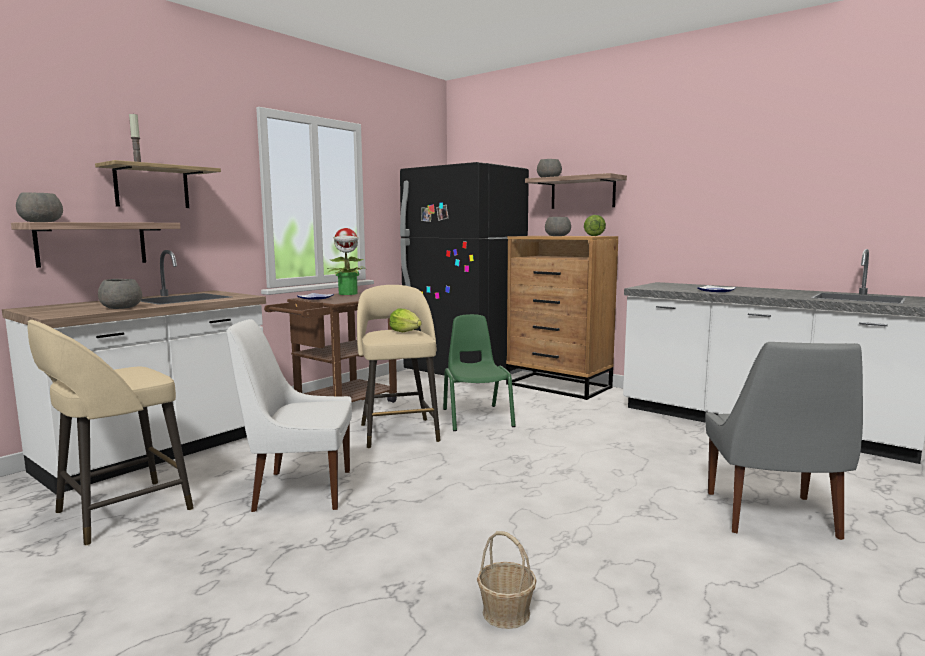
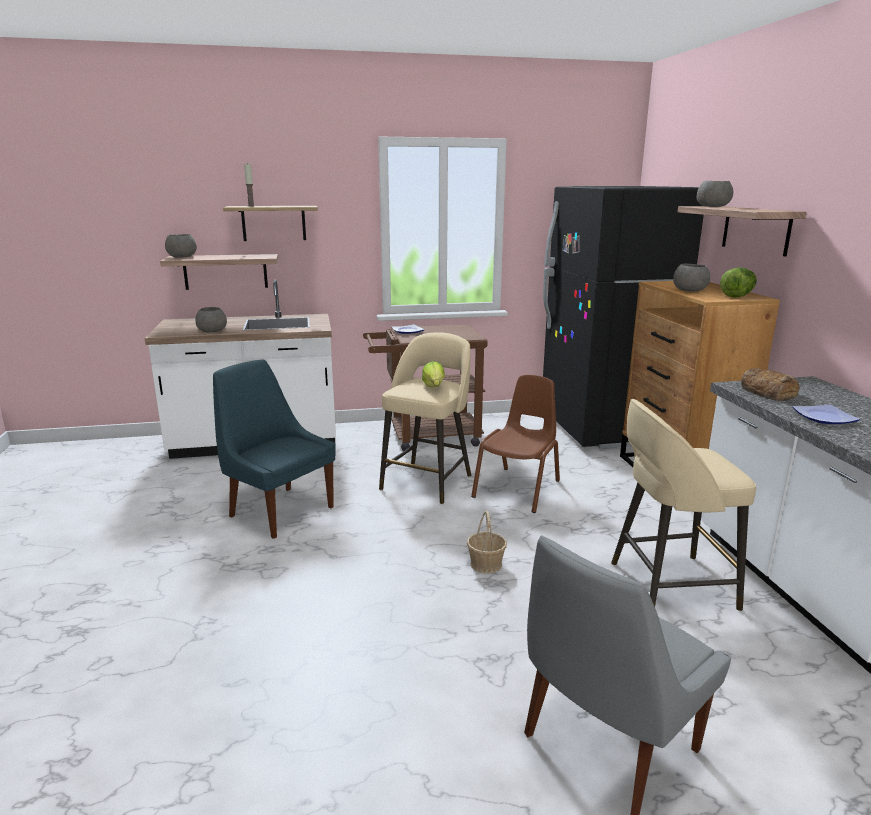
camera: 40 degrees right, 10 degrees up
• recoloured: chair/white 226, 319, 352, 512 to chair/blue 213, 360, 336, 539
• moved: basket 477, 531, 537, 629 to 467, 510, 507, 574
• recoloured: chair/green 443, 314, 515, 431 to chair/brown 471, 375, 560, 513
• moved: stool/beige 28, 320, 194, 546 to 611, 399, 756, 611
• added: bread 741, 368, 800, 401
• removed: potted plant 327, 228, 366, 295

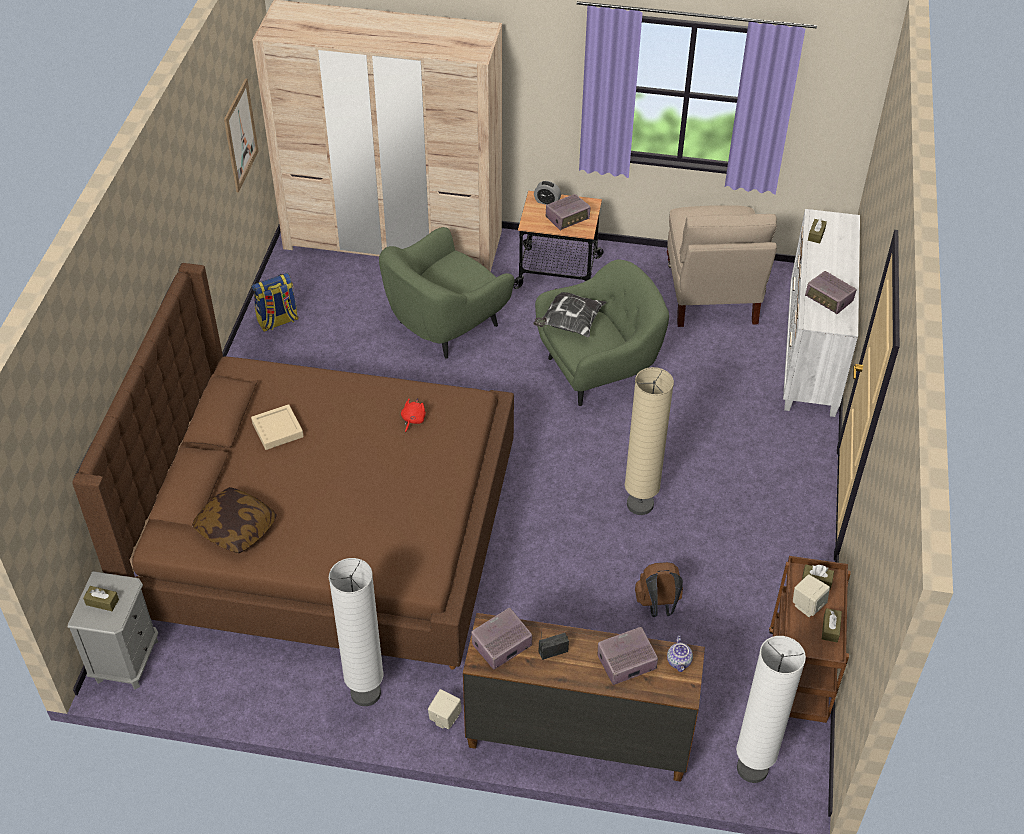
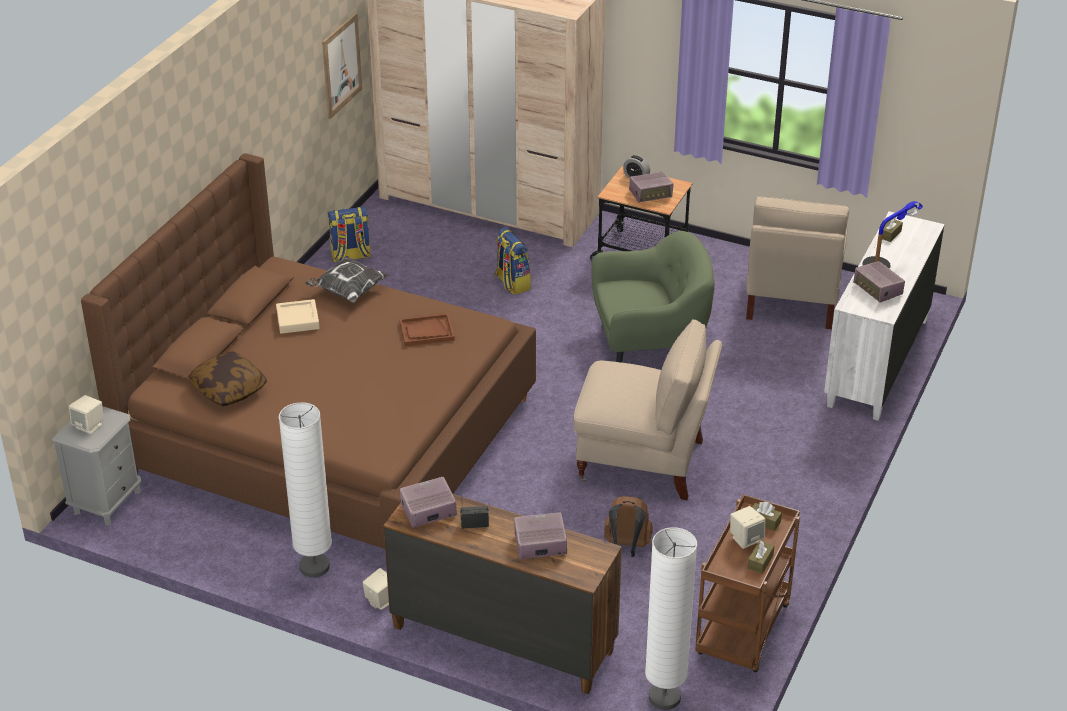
camera: 15 degrees right, 10 degrees down
• replaced: tissue box/brown 83, 586, 119, 611 to speaker/beige 69, 395, 104, 434
• moved: pillow 533, 288, 606, 337 to 305, 255, 390, 303
• replaced: plush toy/red 401, 398, 426, 433 to tray/brown 399, 313, 455, 346
• replaced: armchair/green 379, 227, 514, 358 to backpack 494, 227, 531, 295
• replaced: floor lamp/beige 625, 367, 674, 515 to chair/beige 574, 319, 722, 500
• added: table lamp 862, 201, 923, 269
• removed: teapot 667, 635, 693, 672

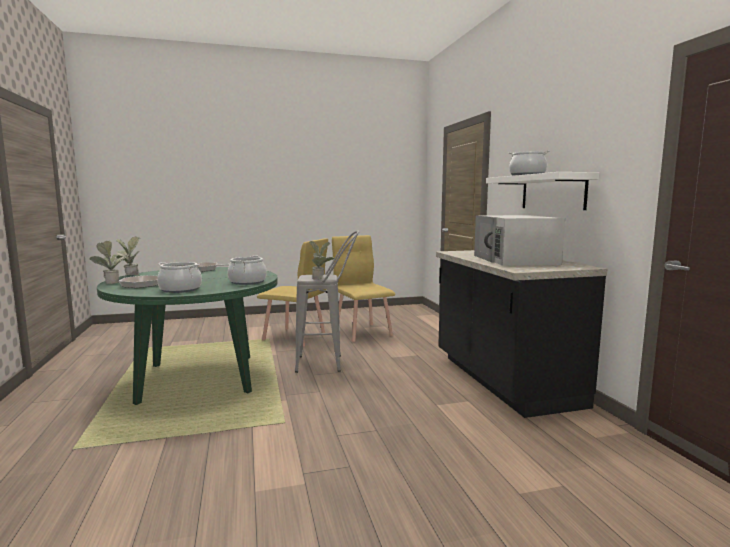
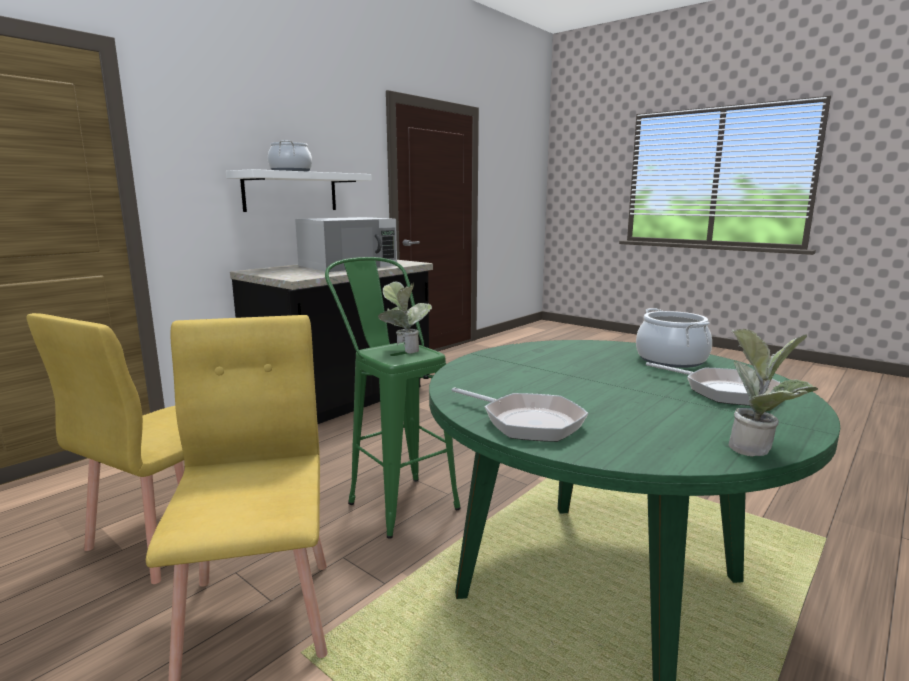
camera: 125 degrees left, 5 degrees up
• recoloured: stool/grey 295, 230, 359, 373 to stool/green 325, 257, 461, 539
• removed: potted plant 90, 240, 129, 284
• removed: cooking pot 228, 255, 267, 285

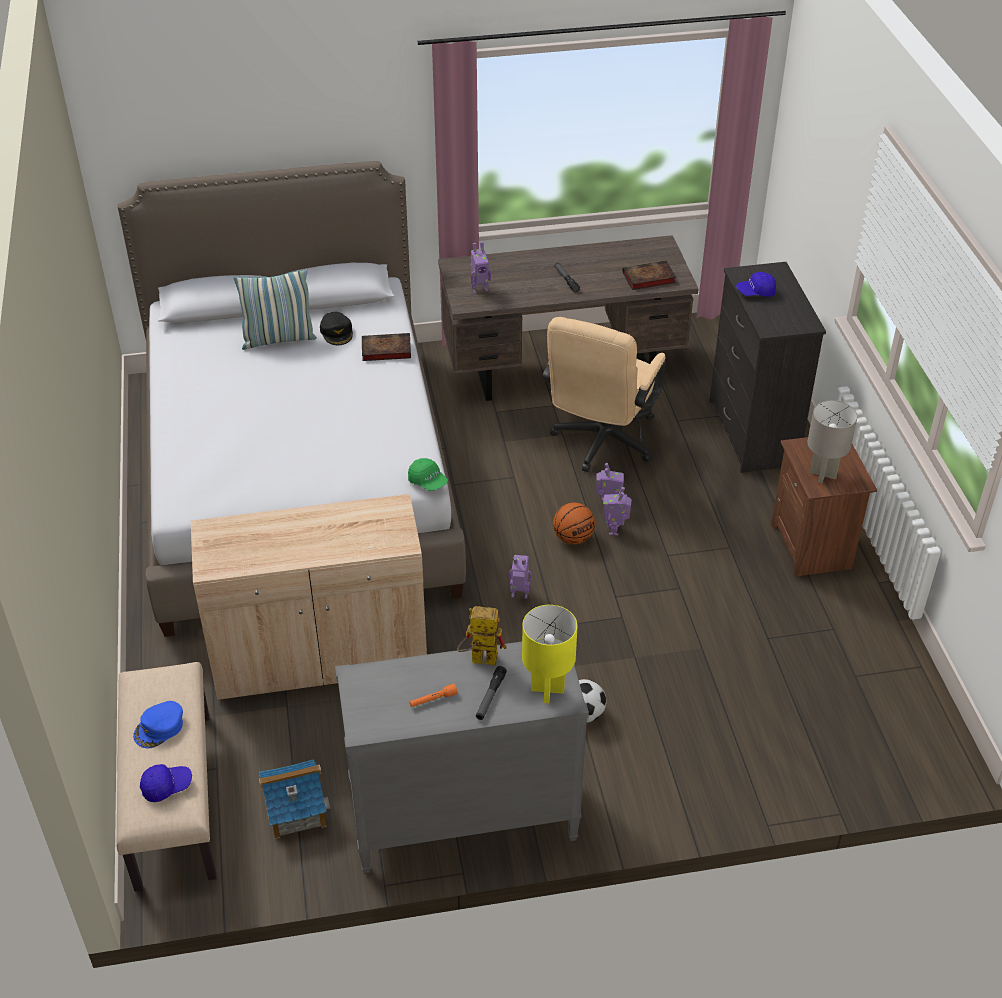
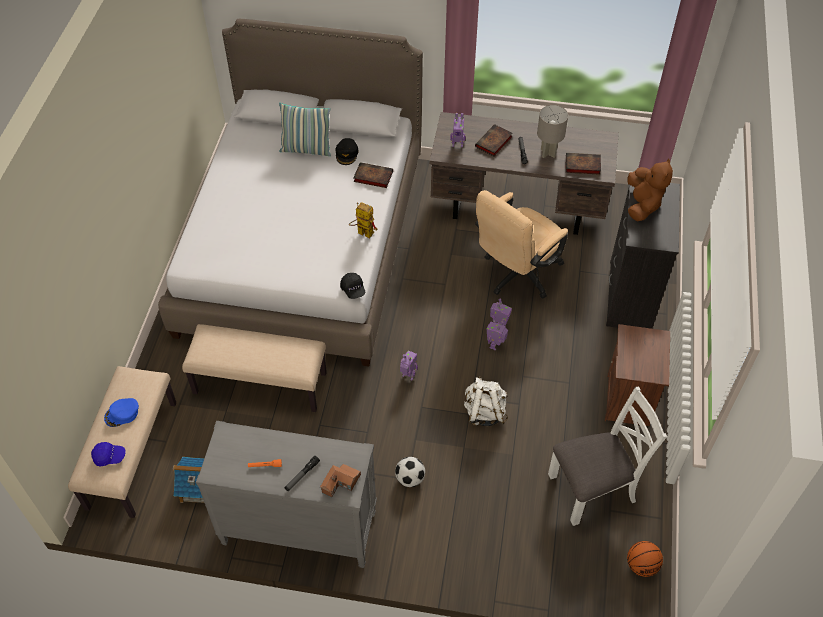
camera: 20 degrees right, 10 degrees up
• replaced: cabinet/beige 191, 494, 427, 700 to bench/beige 182, 324, 327, 412
• replaced: table lamp/yellow 522, 605, 577, 703 to toy house 320, 464, 361, 497
• recoloured: cap/green 408, 458, 448, 491 to cap/black 340, 273, 366, 299
• moved: toy robot 457, 606, 506, 666 to 349, 202, 377, 238
• added: backpack/white 464, 376, 508, 426
• added: book 475, 124, 513, 156
• moved: table lamp/grey 807, 400, 858, 483 to 537, 105, 568, 158
• added: chair/white 548, 387, 667, 526
• replaced: cap/blue 736, 272, 776, 297 to plush toy/brown 627, 159, 673, 221
• moved: basketball 553, 502, 595, 544 to 627, 541, 663, 577

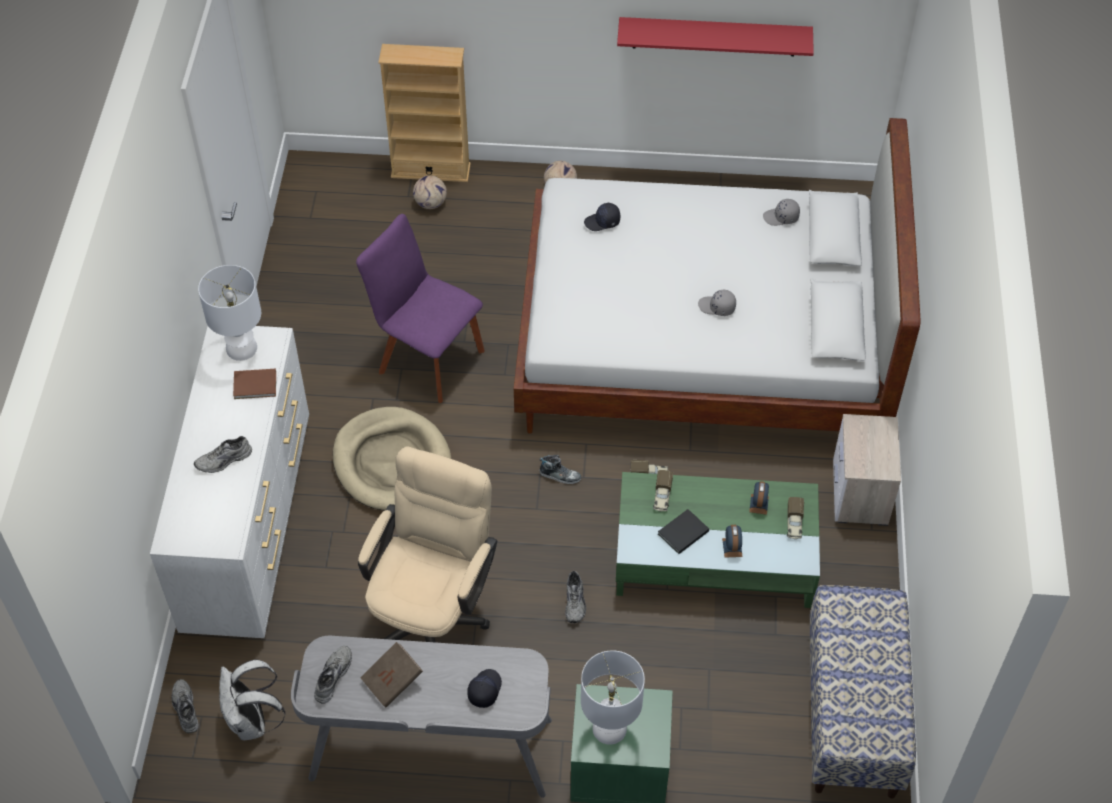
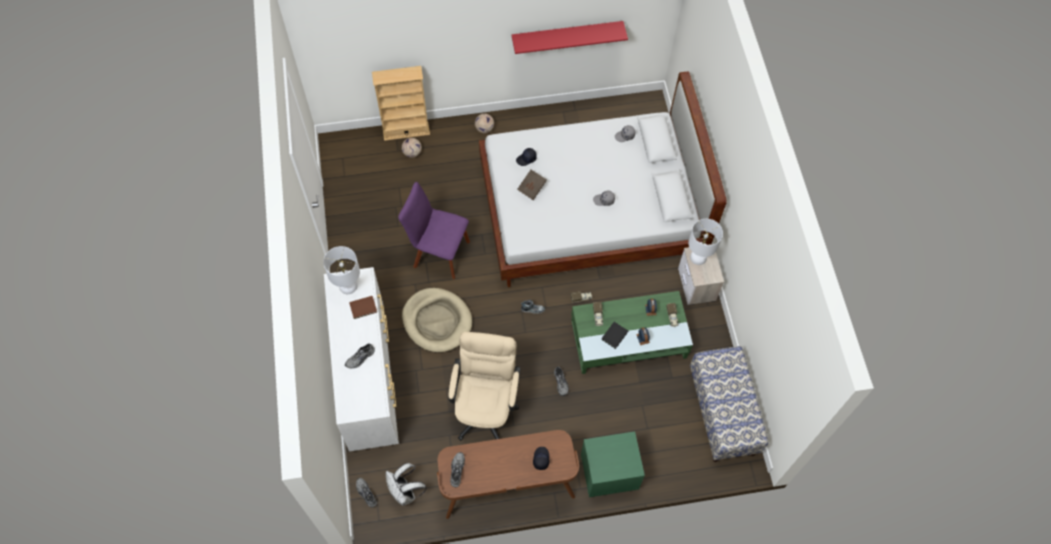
camera: 15 degrees left, 10 degrees up
• recoloured: desk/grey 291, 636, 552, 798 to desk/brown 437, 430, 579, 519
• moved: book/brown 360, 642, 423, 708 to 517, 170, 547, 200
• moved: table lamp/white 581, 650, 645, 745 to 688, 219, 723, 265

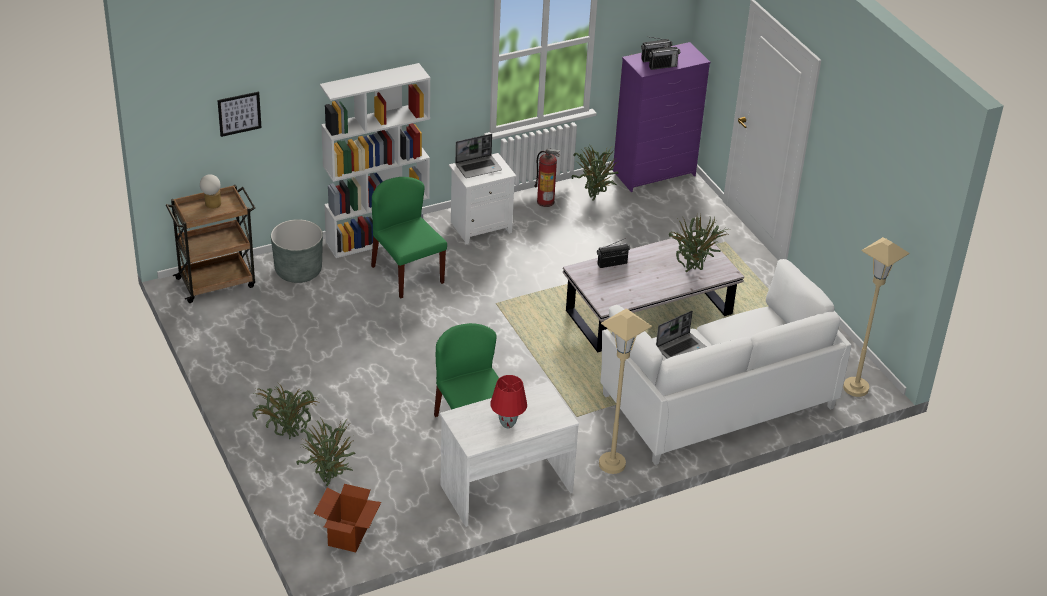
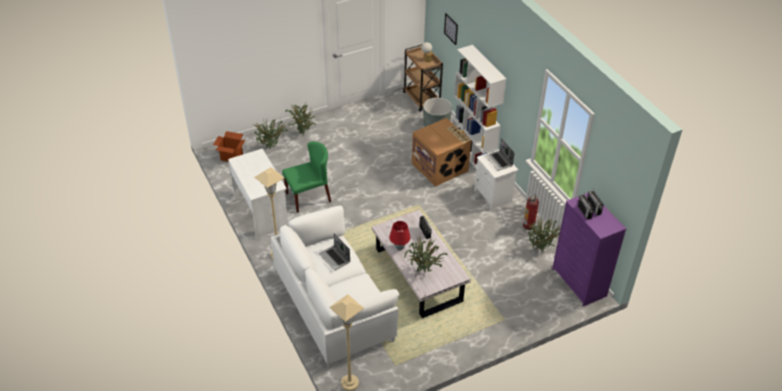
camera: 90 degrees right, 5 degrees up
• moved: table lamp/red 490, 375, 527, 428 to 389, 221, 410, 251
• replaced: chair/green 371, 177, 447, 299 to cardboard box 412, 118, 471, 187

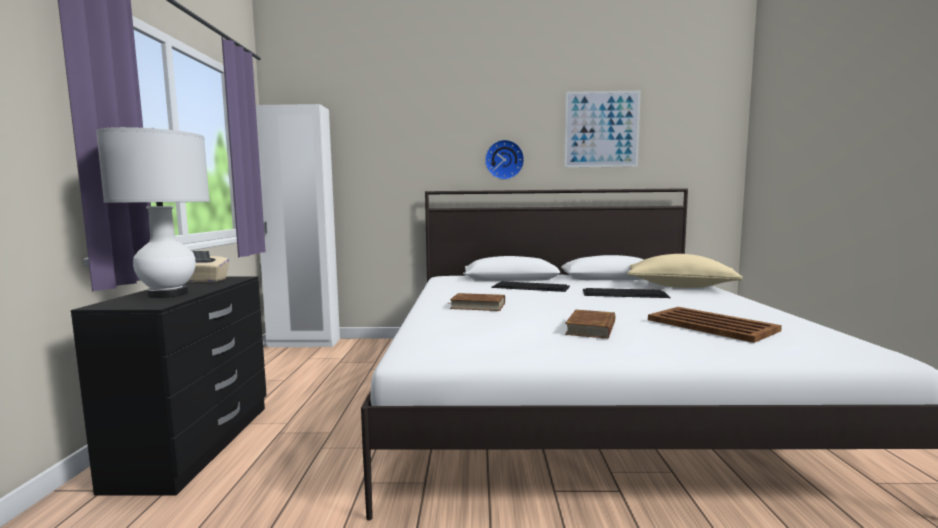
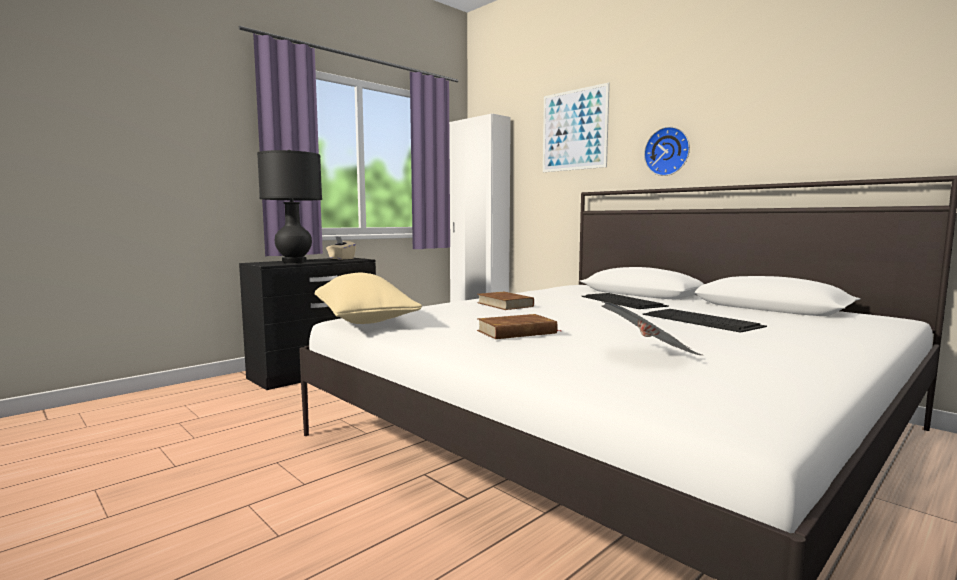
camera: 45 degrees right, 0 degrees up
• recoloured: table lamp/white 96, 127, 210, 298 to table lamp/black 257, 150, 322, 263
• moved: pillow/beige 627, 254, 743, 288 to 314, 273, 422, 324
• moved: picture 564, 91, 641, 168 to 543, 82, 610, 172
• replaced: tray/brown 648, 307, 782, 343 to newspaper 602, 302, 702, 355

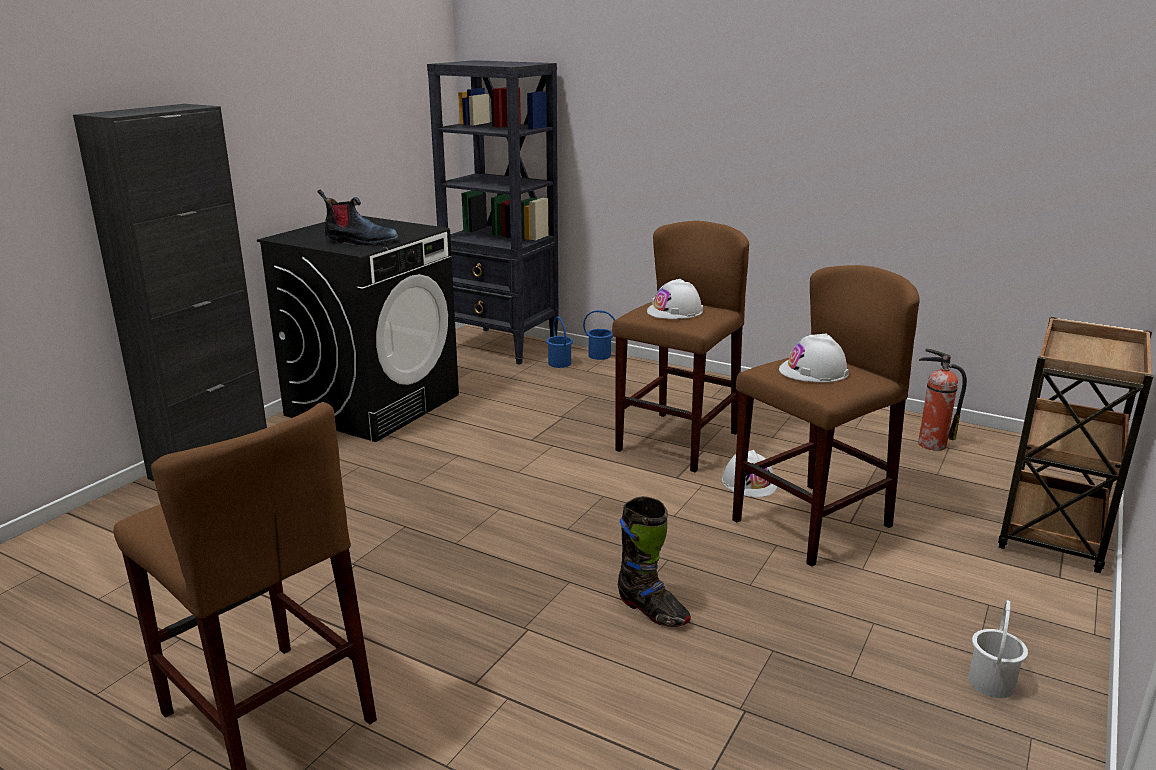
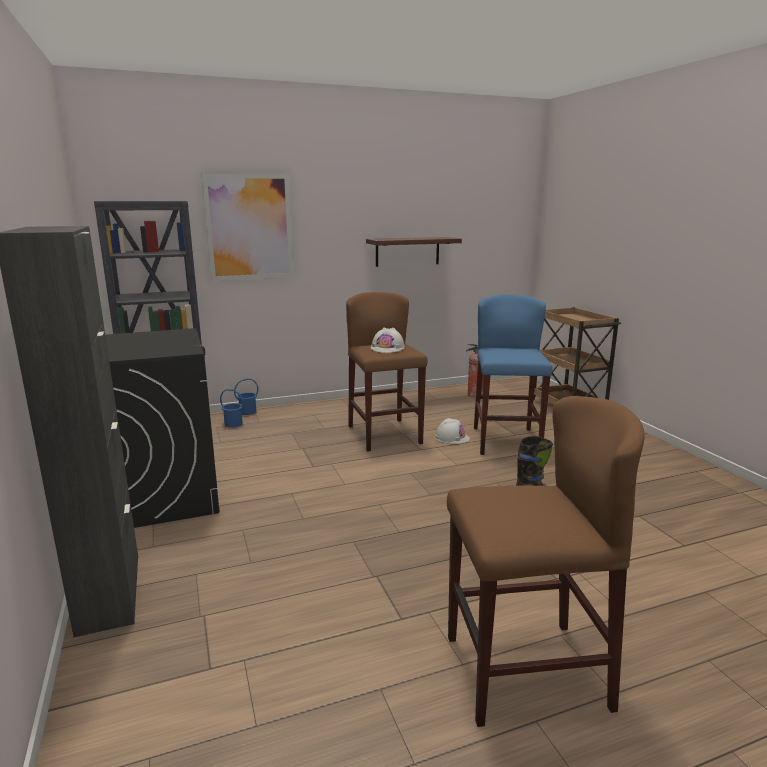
camera: 50 degrees left, 5 degrees down
• added: picture 202, 173, 293, 281
• added: shelf 366, 237, 462, 267
• recoloured: stool/brown 732, 265, 920, 567 to stool/blue 474, 294, 553, 455
• removed: boot 317, 190, 398, 245
• removed: hard hat/white 779, 333, 849, 383
• removed: bucket/white 968, 600, 1028, 698

